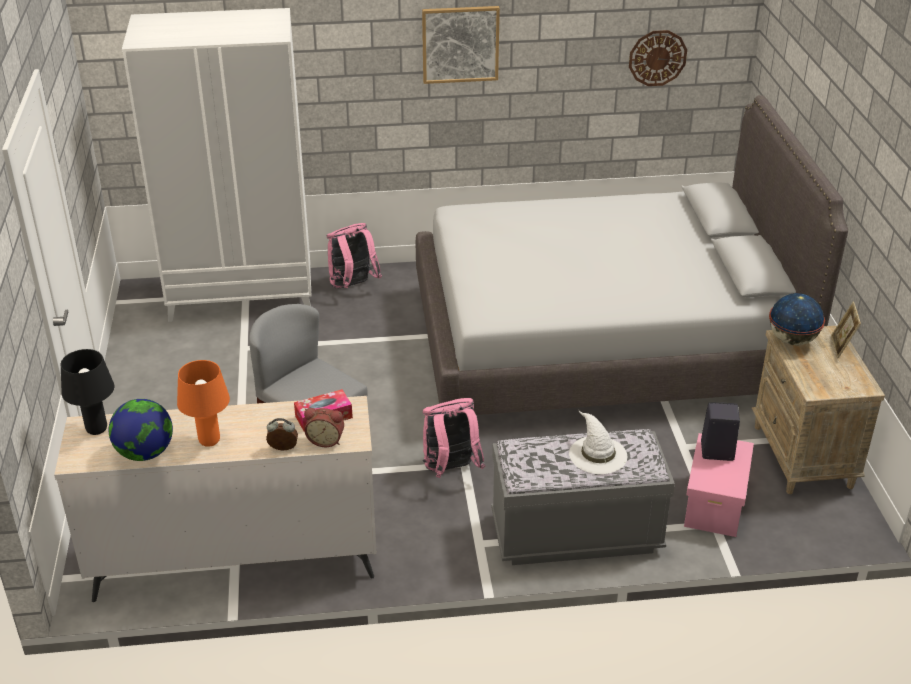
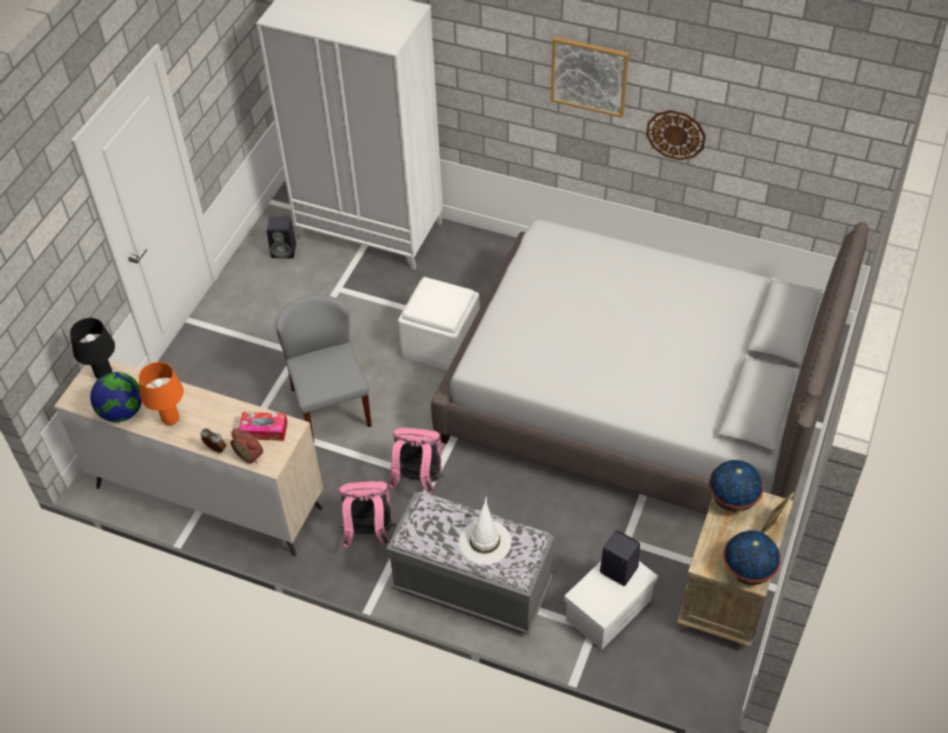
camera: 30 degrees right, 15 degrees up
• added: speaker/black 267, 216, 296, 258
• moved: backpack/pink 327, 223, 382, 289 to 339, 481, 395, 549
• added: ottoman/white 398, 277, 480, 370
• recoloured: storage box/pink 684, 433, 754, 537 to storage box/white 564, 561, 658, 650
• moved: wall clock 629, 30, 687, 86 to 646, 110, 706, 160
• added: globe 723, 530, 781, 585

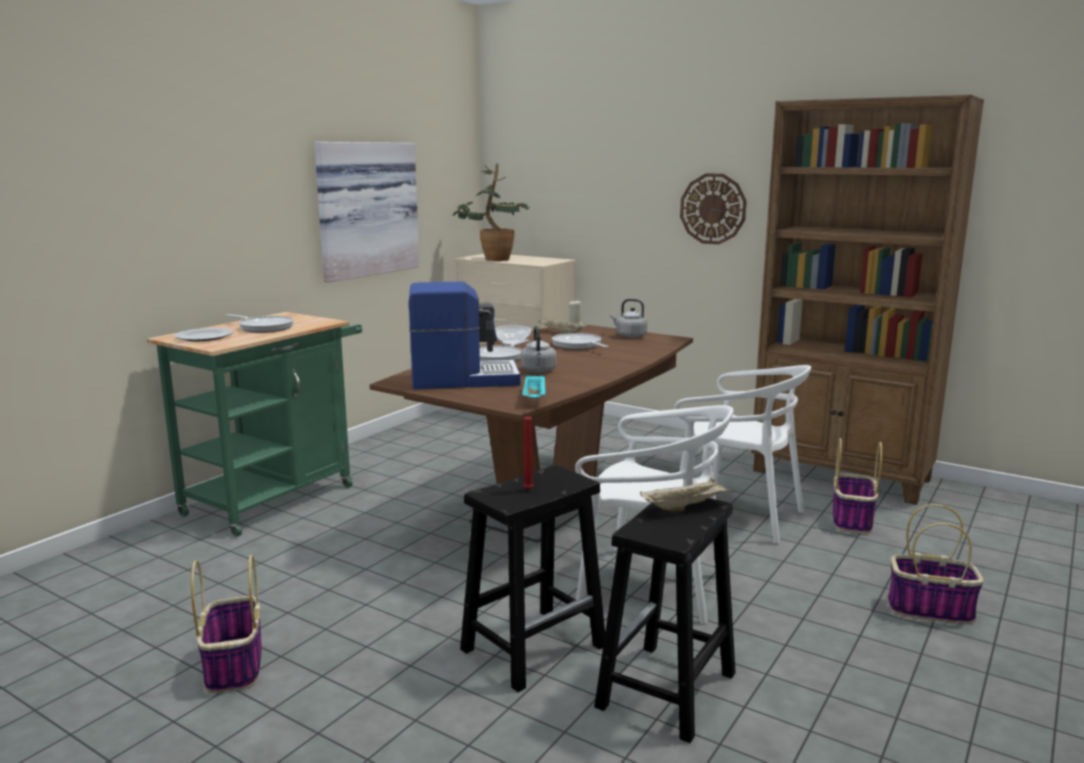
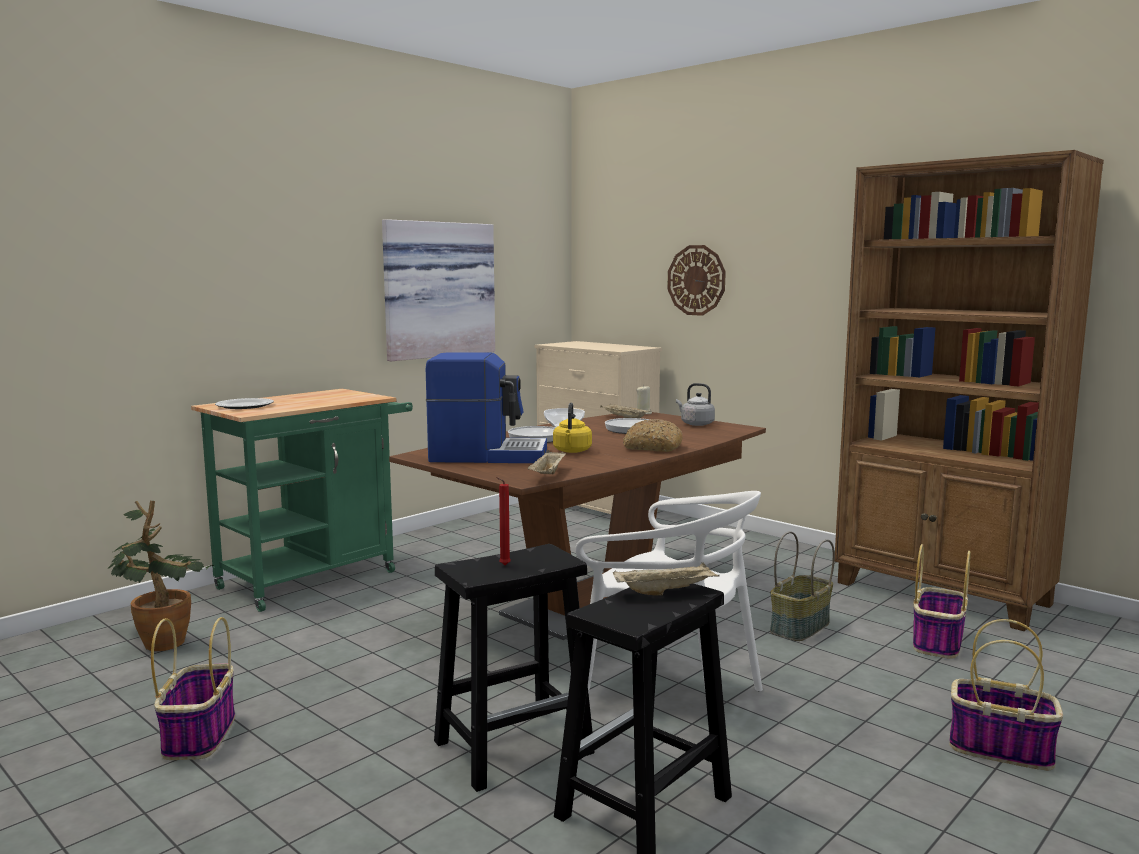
camera: 10 degrees right, 5 degrees down
• moved: potted plant 452, 163, 530, 261 to 107, 501, 214, 651
• recoloured: tray/turquoise 522, 374, 546, 398 to tray/beige 528, 450, 566, 474
• recoloured: kettle/grey 520, 326, 556, 373 to kettle/yellow 553, 403, 592, 453
• added: bread 623, 419, 683, 452
• moved: wall clock 680, 173, 747, 244 to 667, 245, 726, 316
• replaced: chair/white 674, 365, 811, 544 to basket 770, 531, 835, 641
• removed: frying pan 226, 314, 294, 333

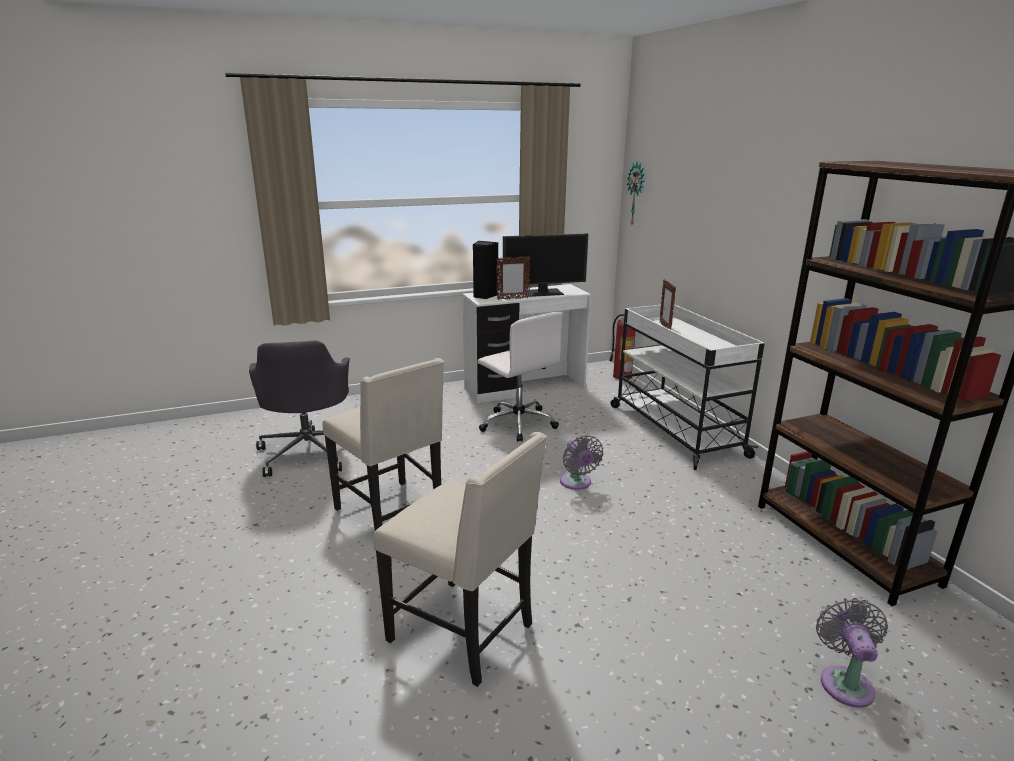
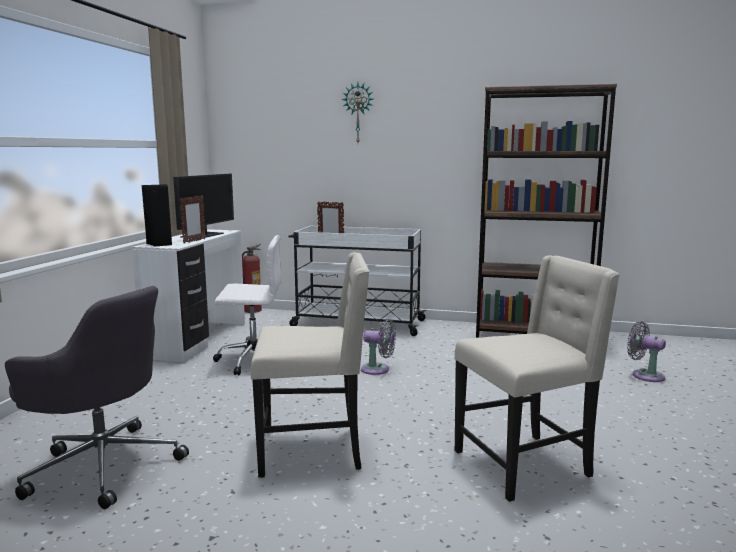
camera: 55 degrees left, 10 degrees down
• moved: wall clock 626, 162, 645, 224 to 342, 83, 373, 142

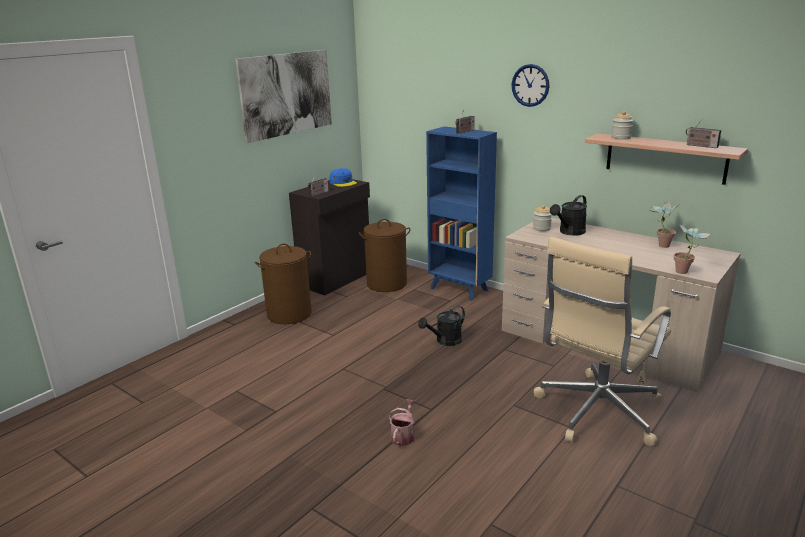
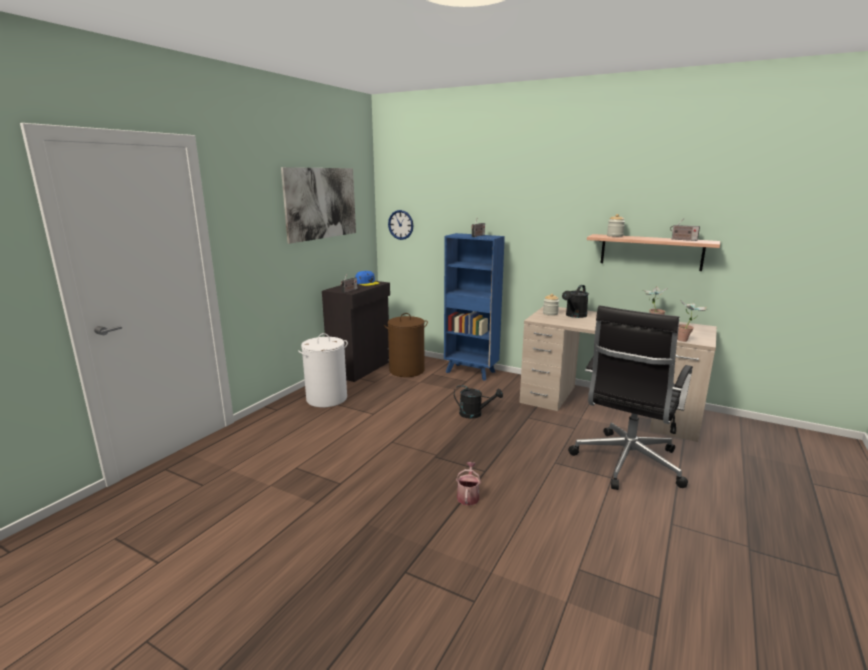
camera: 10 degrees left, 5 degrees down
• recoloured: laundry basket/brown 255, 244, 312, 324 to laundry basket/white 298, 333, 348, 407
• moved: wall clock 511, 64, 549, 107 to 388, 210, 413, 240
• turned: watering can/black 418, 306, 465, 346 = 454, 385, 503, 419 120 degrees counterclockwise
• recoloured: office chair/beige 534, 237, 671, 446 to office chair/black 568, 306, 693, 490

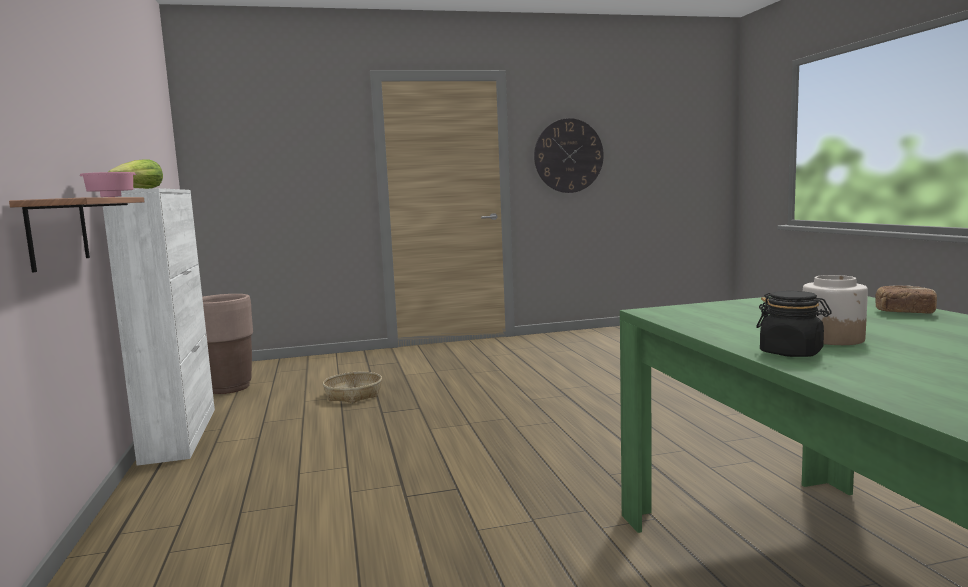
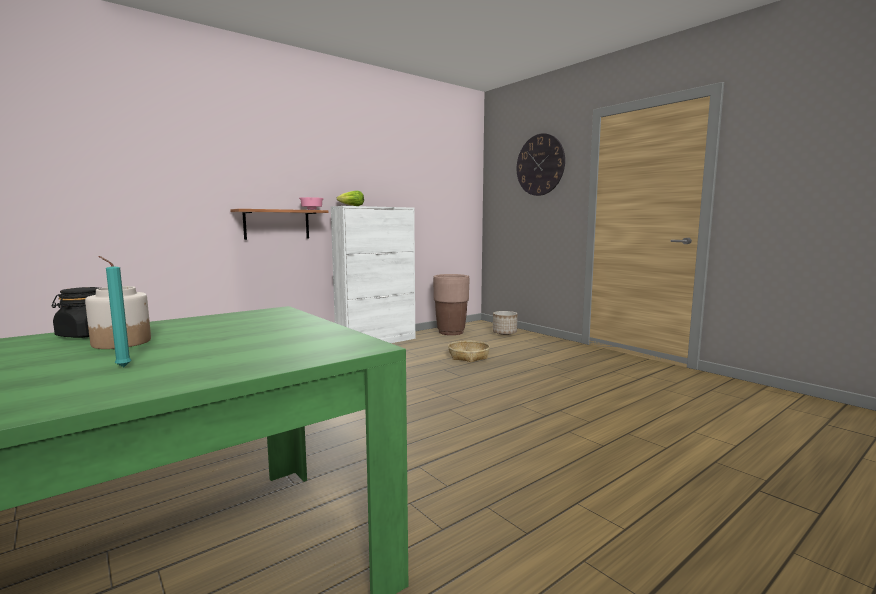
camera: 65 degrees right, 0 degrees up
• added: candle/turquoise 98, 256, 131, 367
• added: planter 493, 311, 517, 335
• moved: wall clock 534, 118, 604, 193 to 517, 133, 565, 196
• removed: bread 875, 285, 937, 314

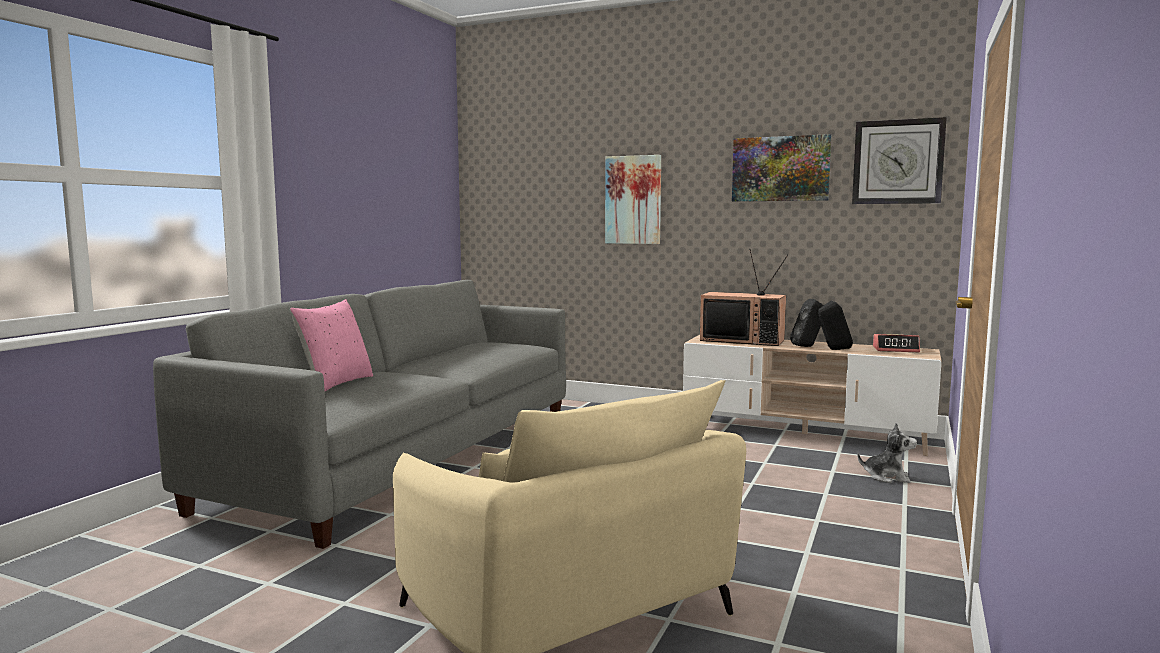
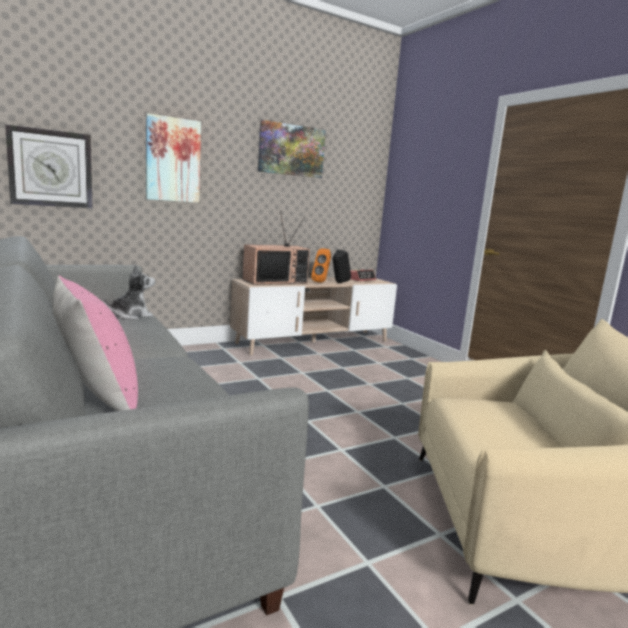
camera: 55 degrees left, 5 degrees up
• moved: wall clock 852, 117, 947, 204 to 5, 124, 93, 208
• moved: plush toy 857, 422, 917, 483 to 103, 265, 155, 319
• recoloured: speaker/black 790, 299, 823, 347 to speaker/orange 311, 248, 331, 283

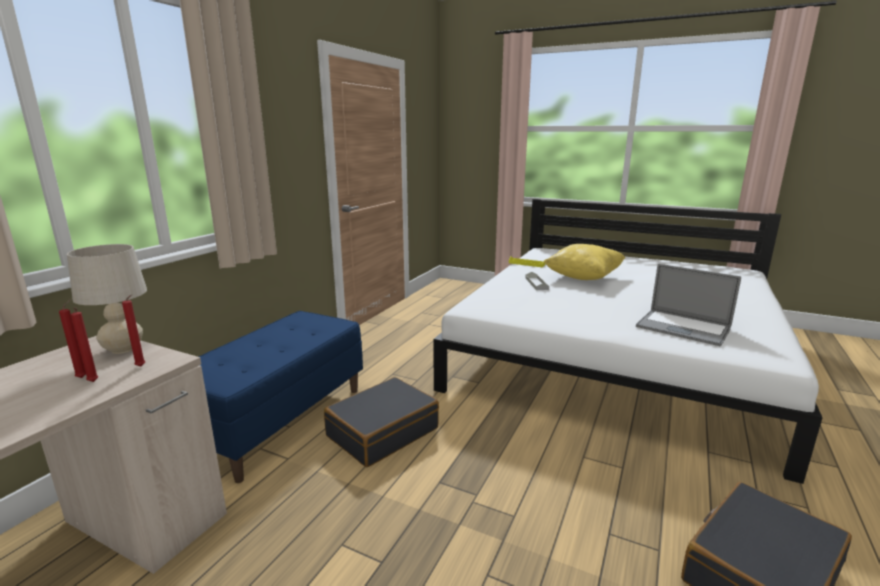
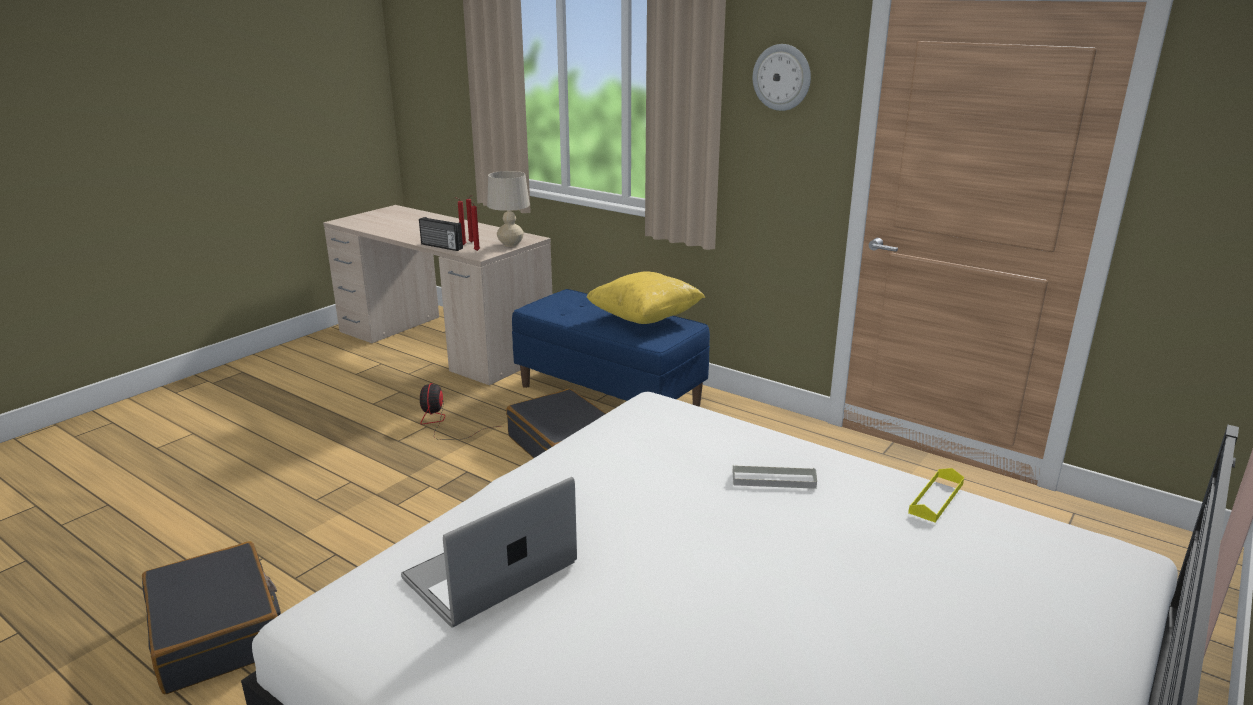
camera: 100 degrees right, 5 degrees up
• added: radio 419, 217, 463, 251
• added: fan 420, 383, 504, 440
• moved: pillow/yellow 544, 244, 625, 280 to 586, 271, 705, 324
• added: wall clock 753, 44, 811, 111

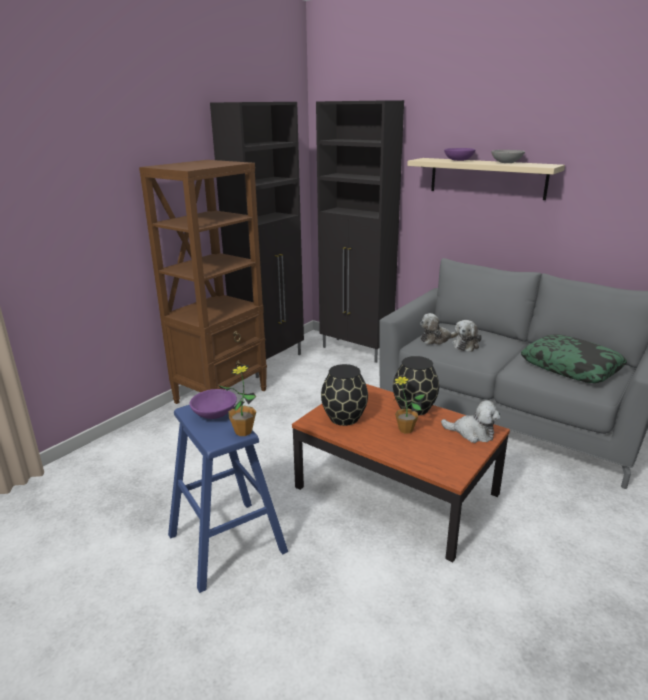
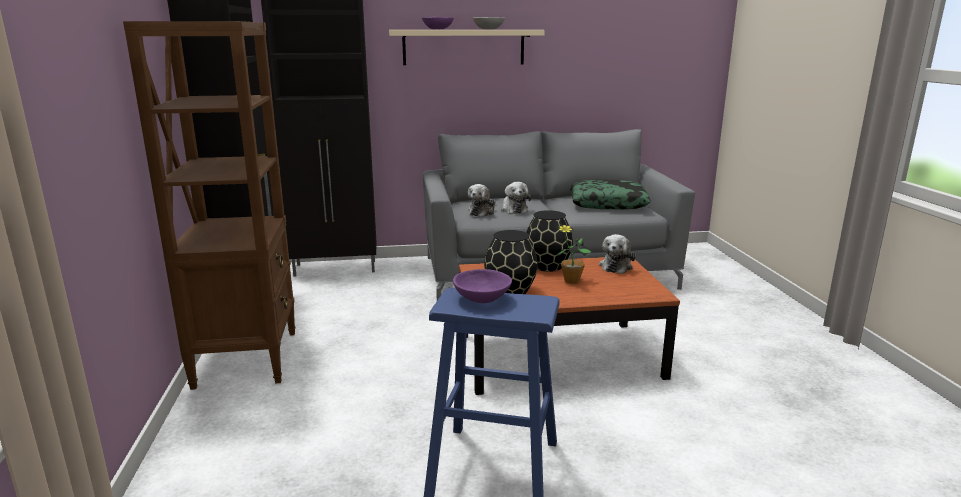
camera: 45 degrees left, 5 degrees down
• turned: plush toy 441, 400, 500, 443 = 599, 234, 636, 274 135 degrees clockwise
• removed: potted plant 218, 364, 256, 436

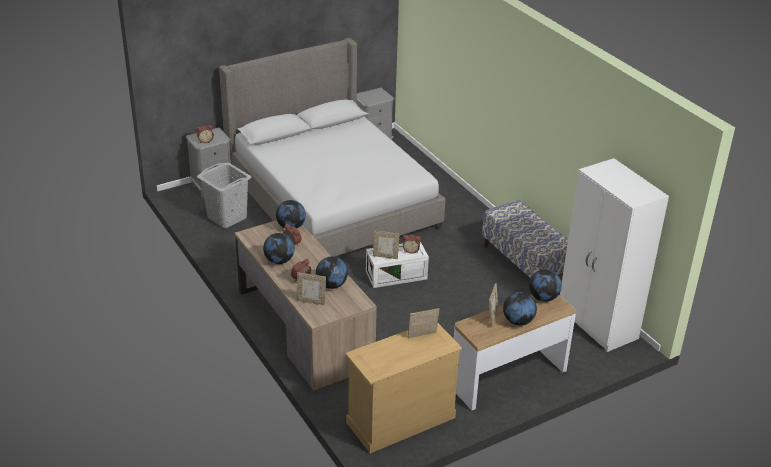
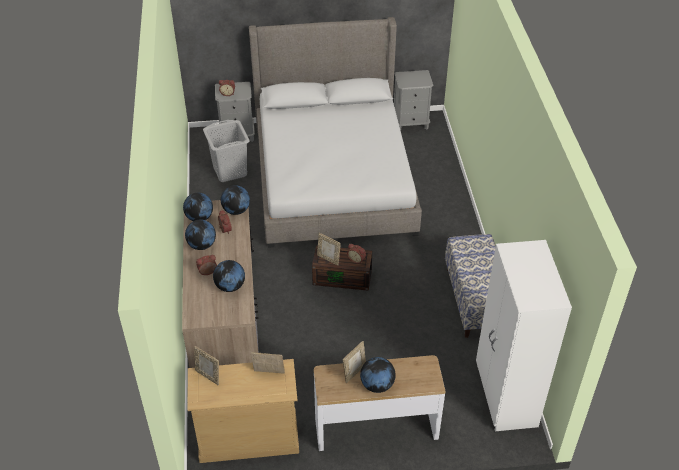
camera: 25 degrees right, 10 degrees up
• moved: globe 529, 269, 562, 302 to 183, 193, 213, 221
• moved: picture frame 297, 272, 326, 305 to 194, 346, 219, 385
• recoloured: storage box/white 366, 242, 429, 288 to storage box/brown 312, 245, 372, 291

